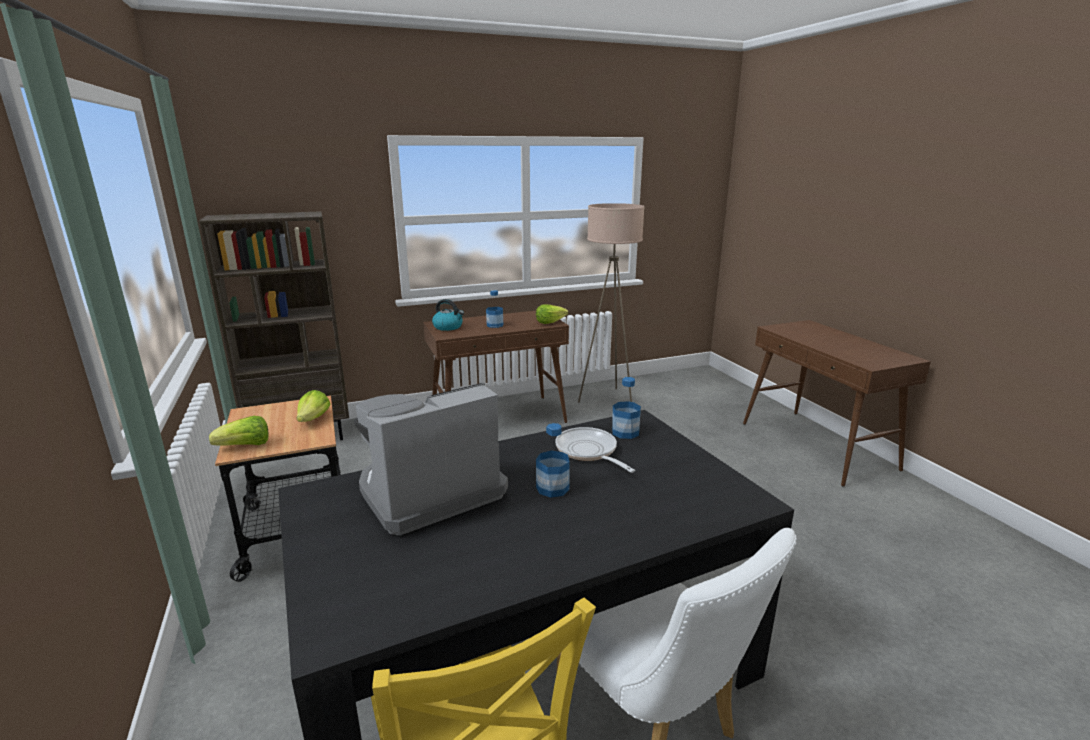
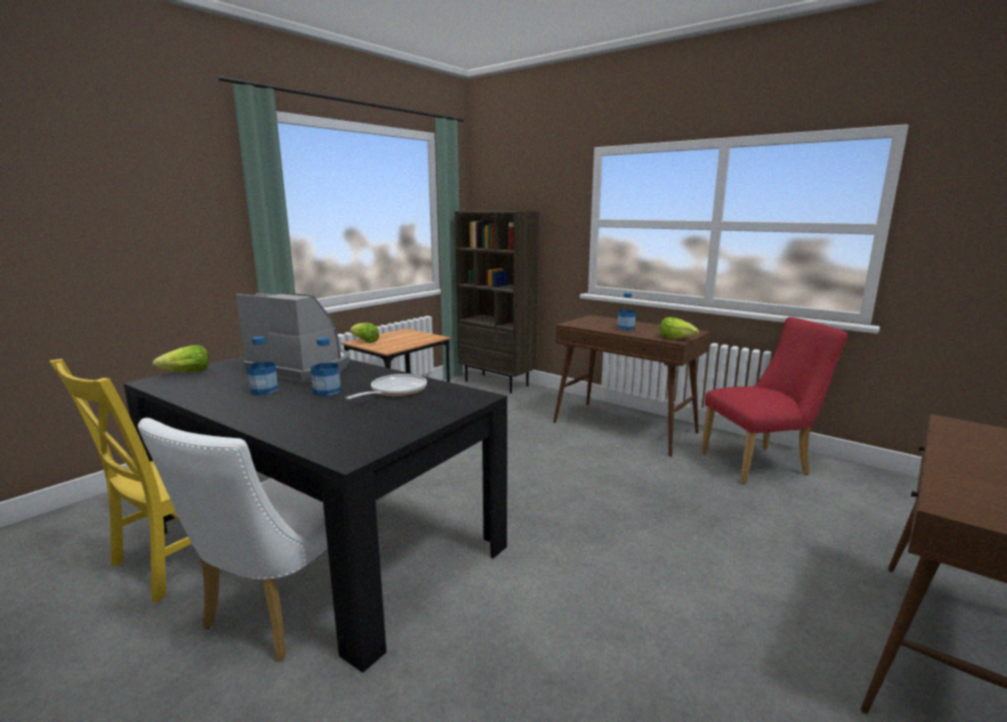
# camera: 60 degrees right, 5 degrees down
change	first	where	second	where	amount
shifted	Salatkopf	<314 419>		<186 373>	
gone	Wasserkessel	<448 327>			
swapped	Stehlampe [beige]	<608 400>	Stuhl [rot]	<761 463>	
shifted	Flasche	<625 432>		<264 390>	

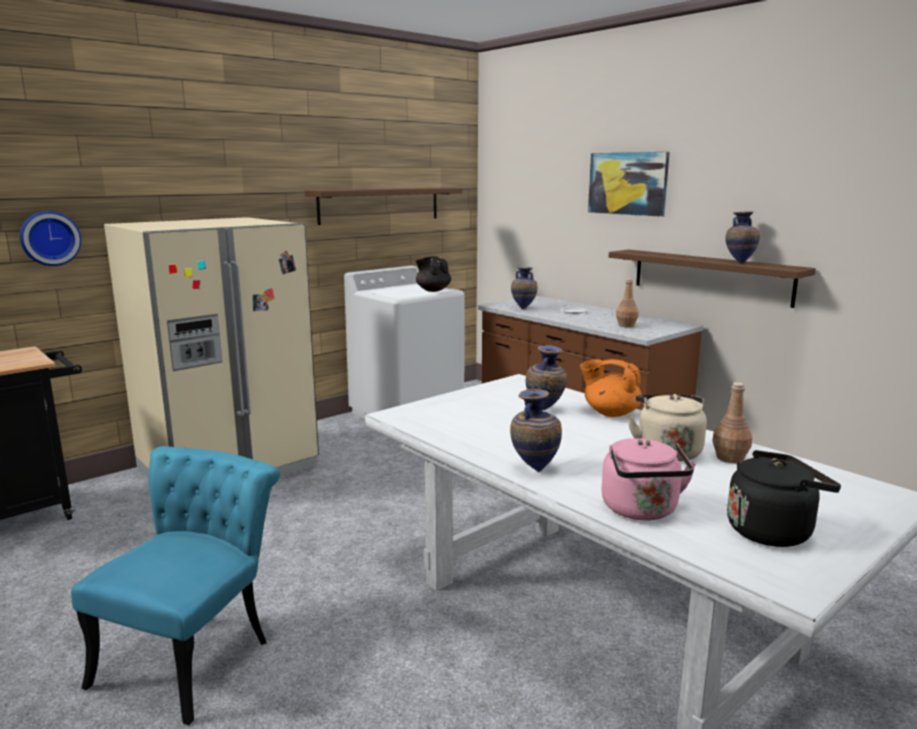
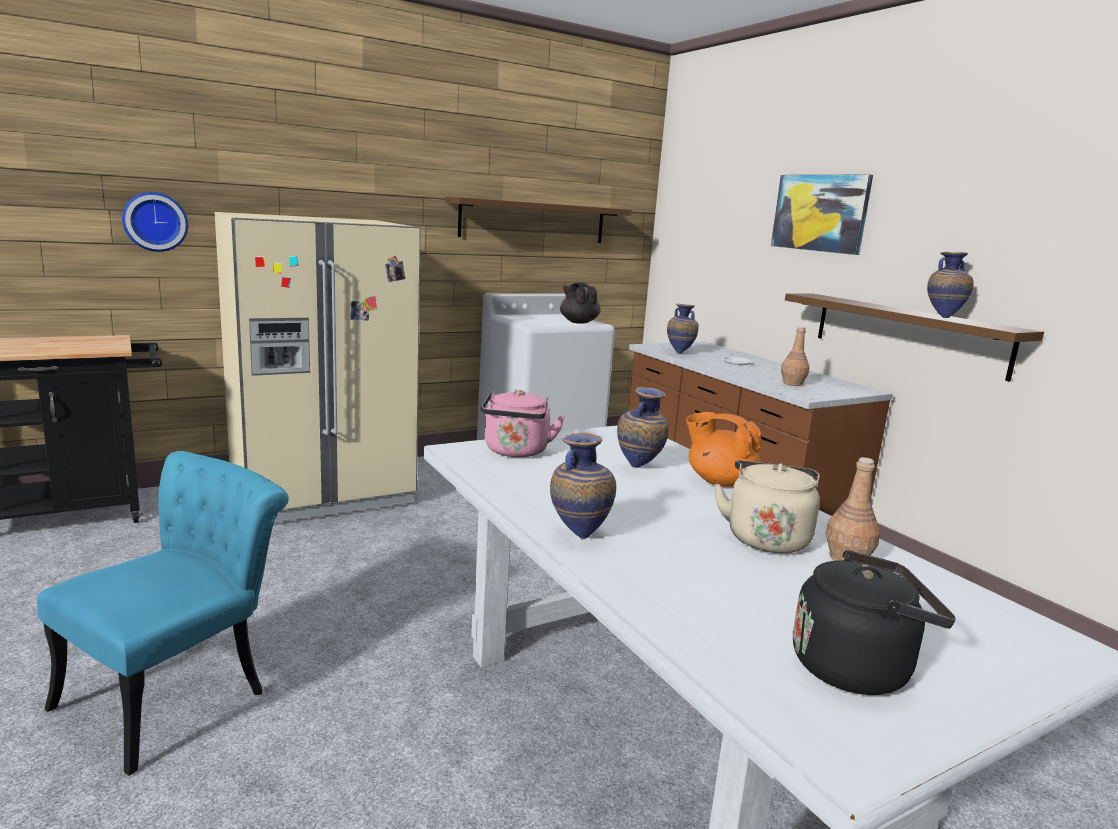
# camera: 10 degrees right, 0 degrees up
change	first	where	second	where	amount
shifted	Wasserkessel [rosa]	<642 511>		<516 452>	

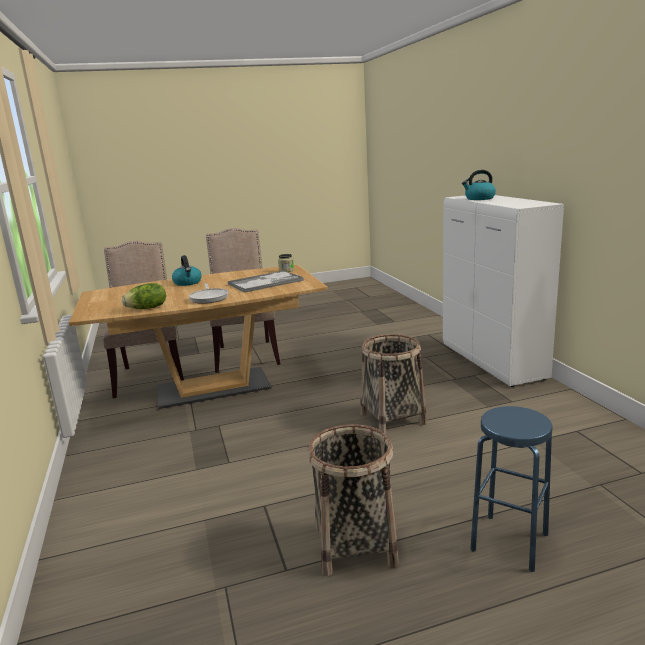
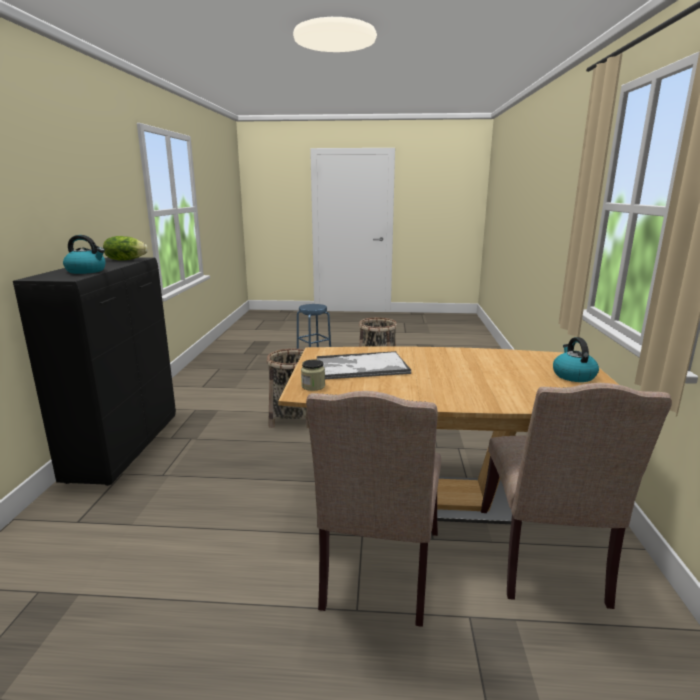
# camera: 160 degrees left, 0 degrees up
change	first	where	second	where	amount
shifted	Salatkopf	<147 308>		<125 260>	
shifted	Wasserkessel	<188 283>		<573 375>	
gone	Pfanne	<209 298>			
repainted	Schrank [weiß]	<493 362>	Schrank [schwarz]	<124 447>	

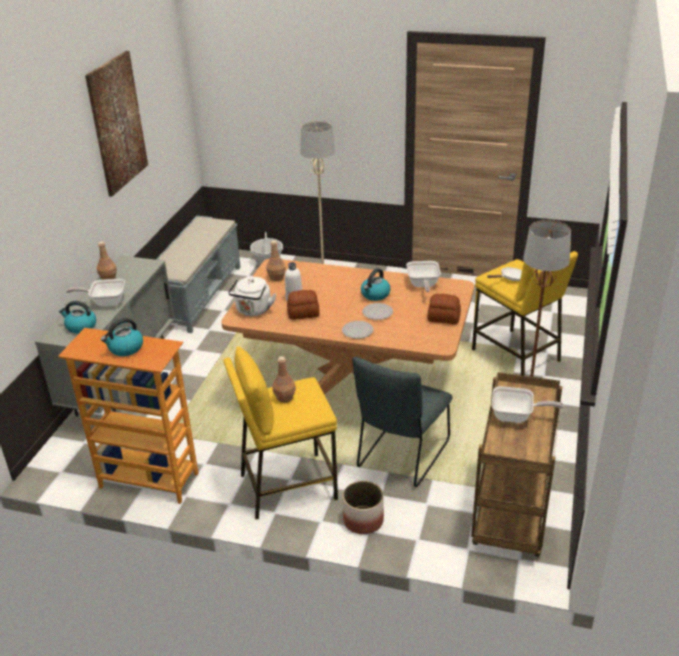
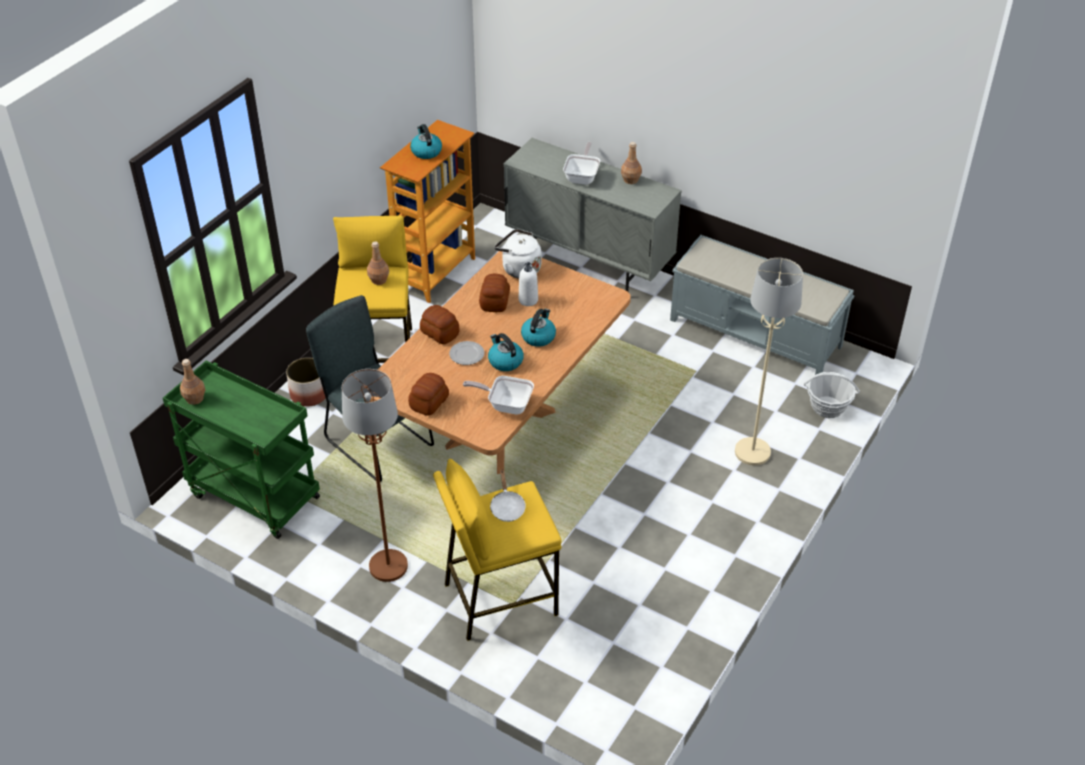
# camera: 105 degrees right, 10 degrees up
change	first	where	second	where	amount
shifted	Wasserkessel	<80 326>		<538 336>	
gone	Bild	<117 123>			
shifted	Flasche [braun]	<276 277>		<195 398>	
swapped	Teller	<357 331>	Brot	<440 332>	
repainted	Rollwagen [braun]	<511 515>	Rollwagen [grün]	<252 496>	
gone	Pfanne	<516 416>			

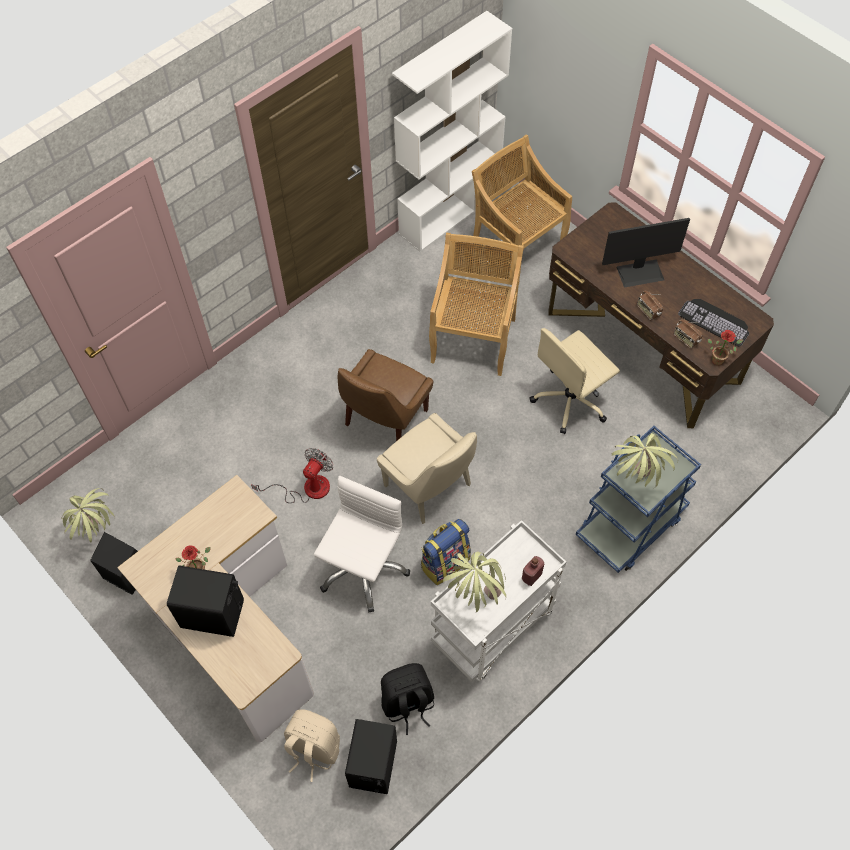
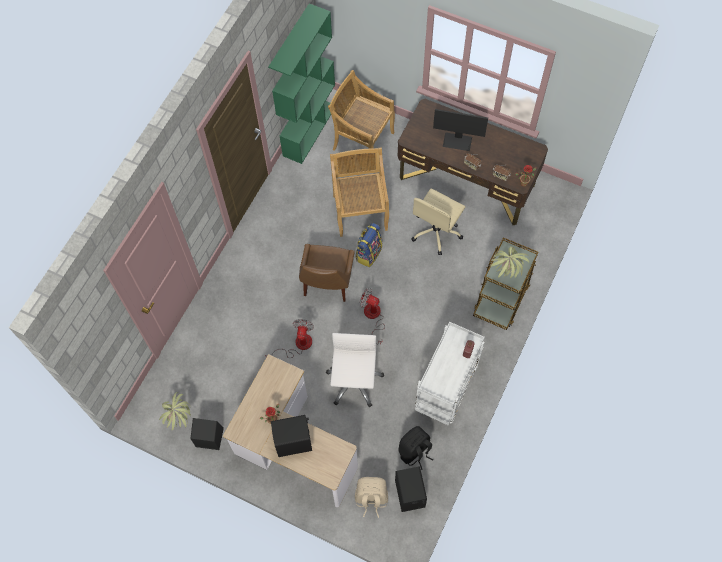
# camera: 20 degrees left, 5 degrees up
change	first	where	second	where	amount
swapped	Stuhl [beige]	<430 487>	Ventilator	<373 317>	
repainted	Bücherregal [weiß]	<449 213>	Bücherregal [grün]	<309 130>	
shifted	Rucksack	<445 562>		<368 253>	
gone	Topfpflanze	<475 601>			
repainted	Rollwagen [blau]	<630 525>	Rollwagen [braun]	<501 298>	
rotated	Monitor	<640 272>		<457 141>	45 degrees clockwise
gone	Tastatur	<716 321>			

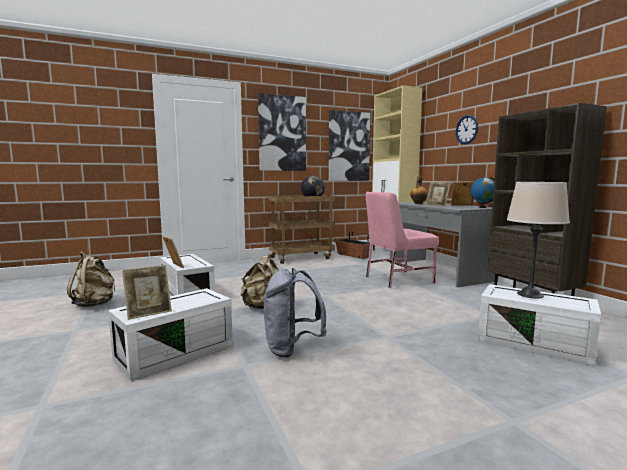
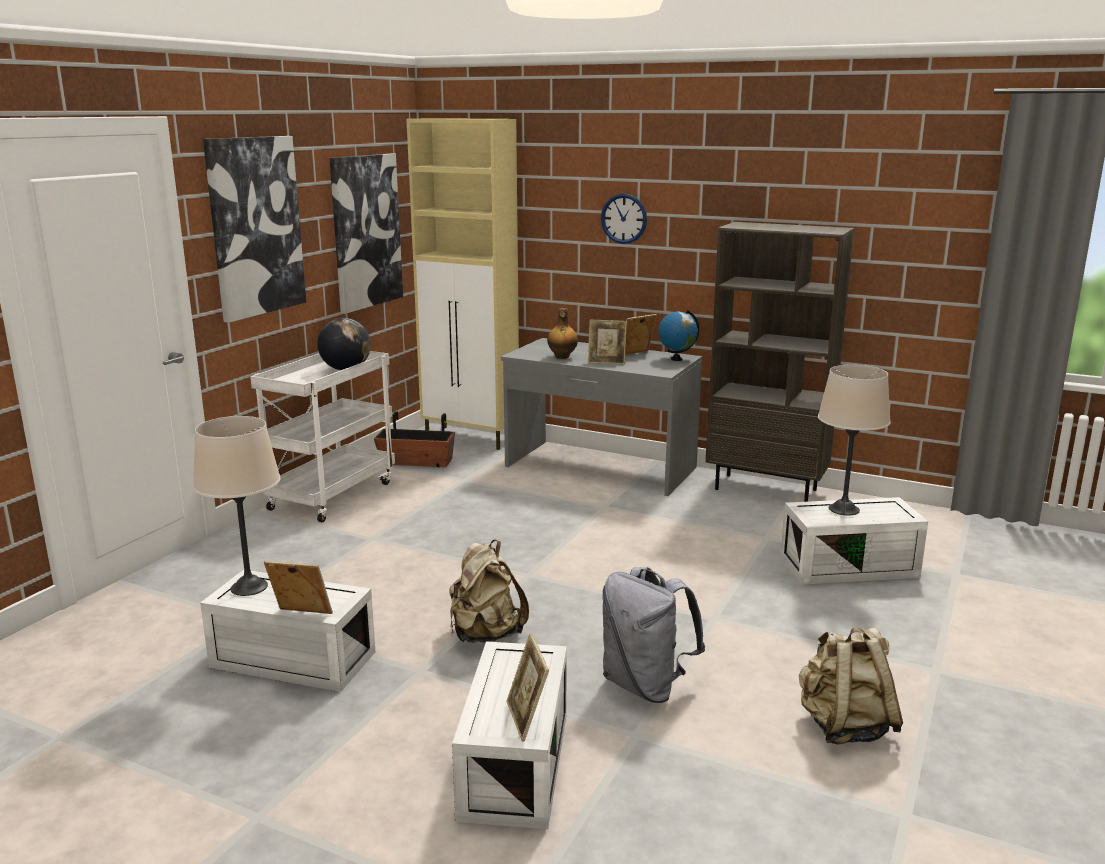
# camera: 40 degrees left, 10 degrees up
change	first	where	second	where	amount
shifted	Rucksack [beige]	<95 304>		<844 727>	
rotated	Bilderrahmen	<149 313>		<527 719>	150 degrees clockwise
repainted	Rollwagen [braun]	<301 258>	Rollwagen [weiß]	<332 494>	
gone	Stuhl [rosa]	<397 279>			
new			Tischlampe [beige]	<249 587>	

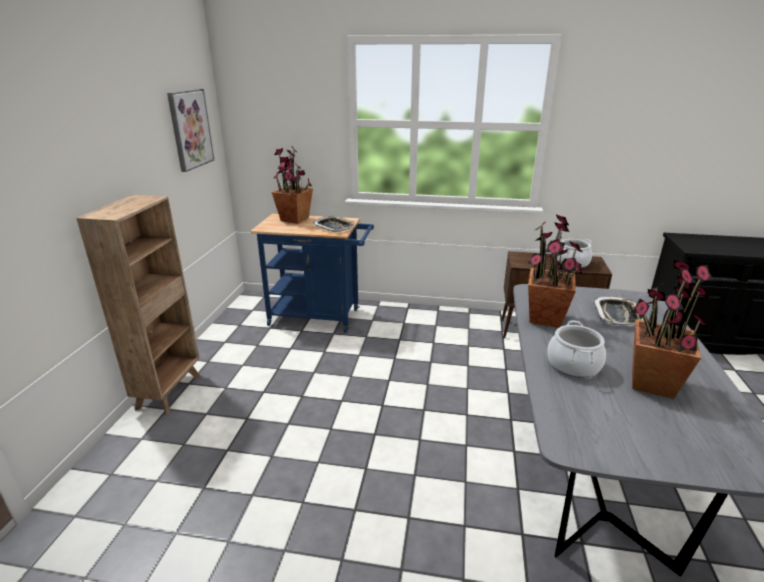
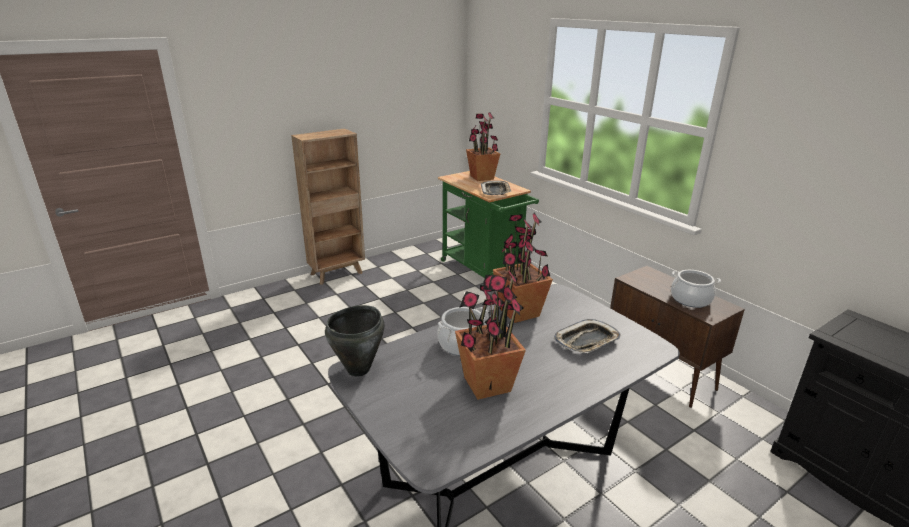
# camera: 45 degrees right, 0 degrees up
change	first	where	second	where	amount
gone	Bild	<190 129>			
repainted	Rollwagen [blau]	<320 317>	Rollwagen [grün]	<483 271>	
new			Kochtopf [schwarz]	<359 369>	

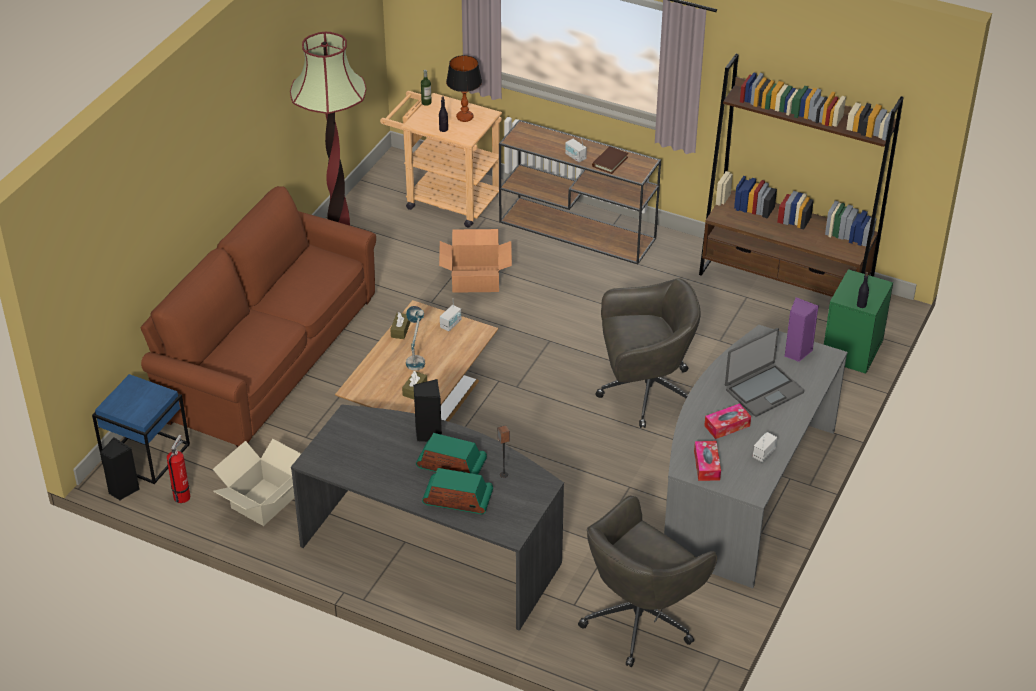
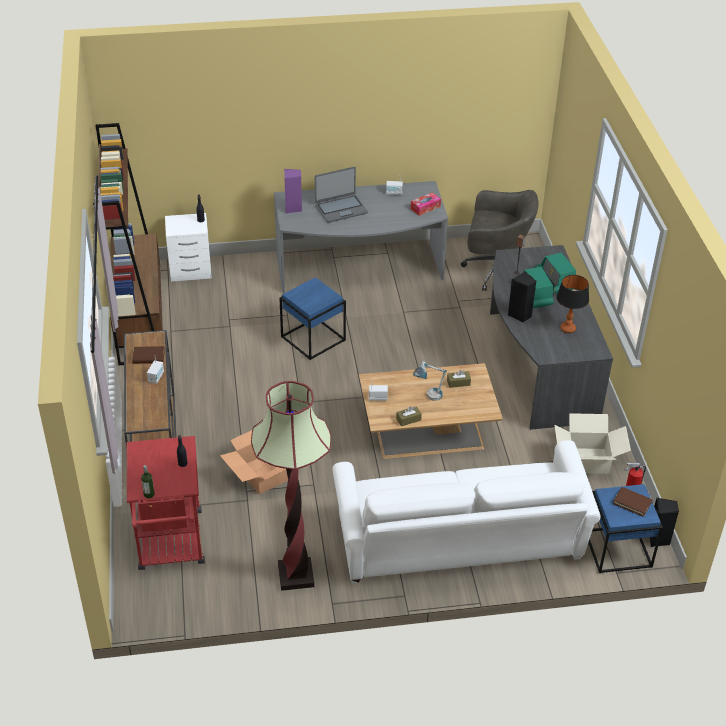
# camera: 125 degrees left, 0 degrees up
change	first	where	second	where	amount
repainted	Sofa [braun]	<266 357>	Sofa [weiß]	<460 544>	
repainted	Rollwagen [beige]	<445 199>	Rollwagen [rot]	<171 546>	
shifted	Tischlampe	<464 117>		<567 329>	
swapped	Bürostuhl [grau]	<644 393>	Beistelltisch [blau]	<313 338>	
gone	Taschentuchbox	<727 426>			
rotated	Laptop	<763 390>		<341 209>	135 degrees clockwise
repainted	Nachttisch [grün]	<851 350>	Nachttisch [weiß]	<191 270>	
new			Buch [braun]	<632 503>	

